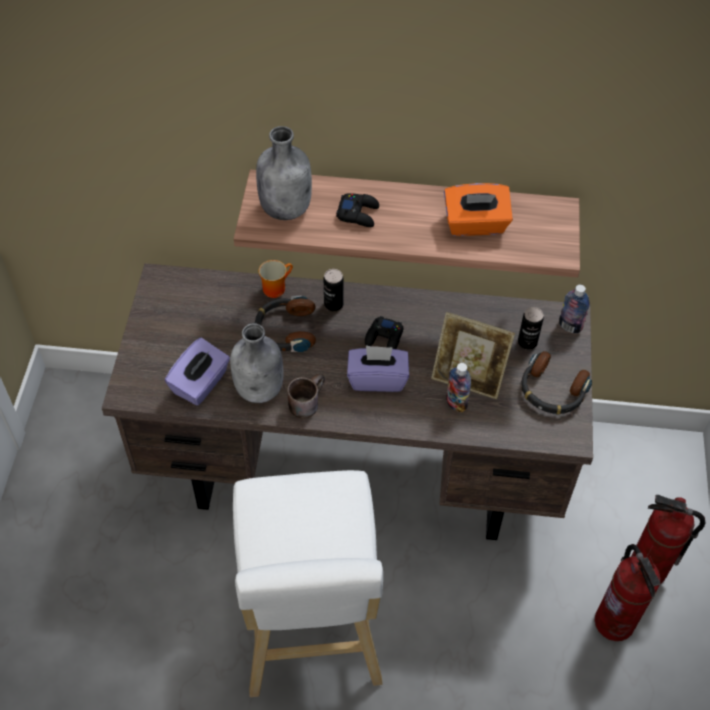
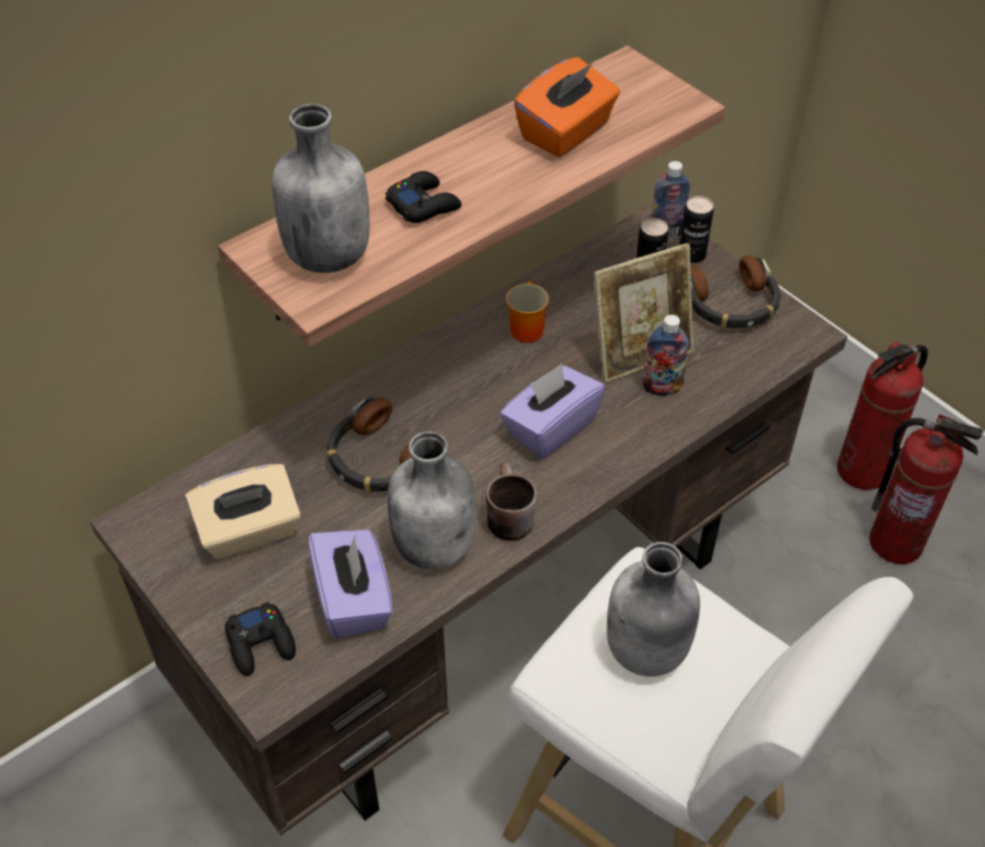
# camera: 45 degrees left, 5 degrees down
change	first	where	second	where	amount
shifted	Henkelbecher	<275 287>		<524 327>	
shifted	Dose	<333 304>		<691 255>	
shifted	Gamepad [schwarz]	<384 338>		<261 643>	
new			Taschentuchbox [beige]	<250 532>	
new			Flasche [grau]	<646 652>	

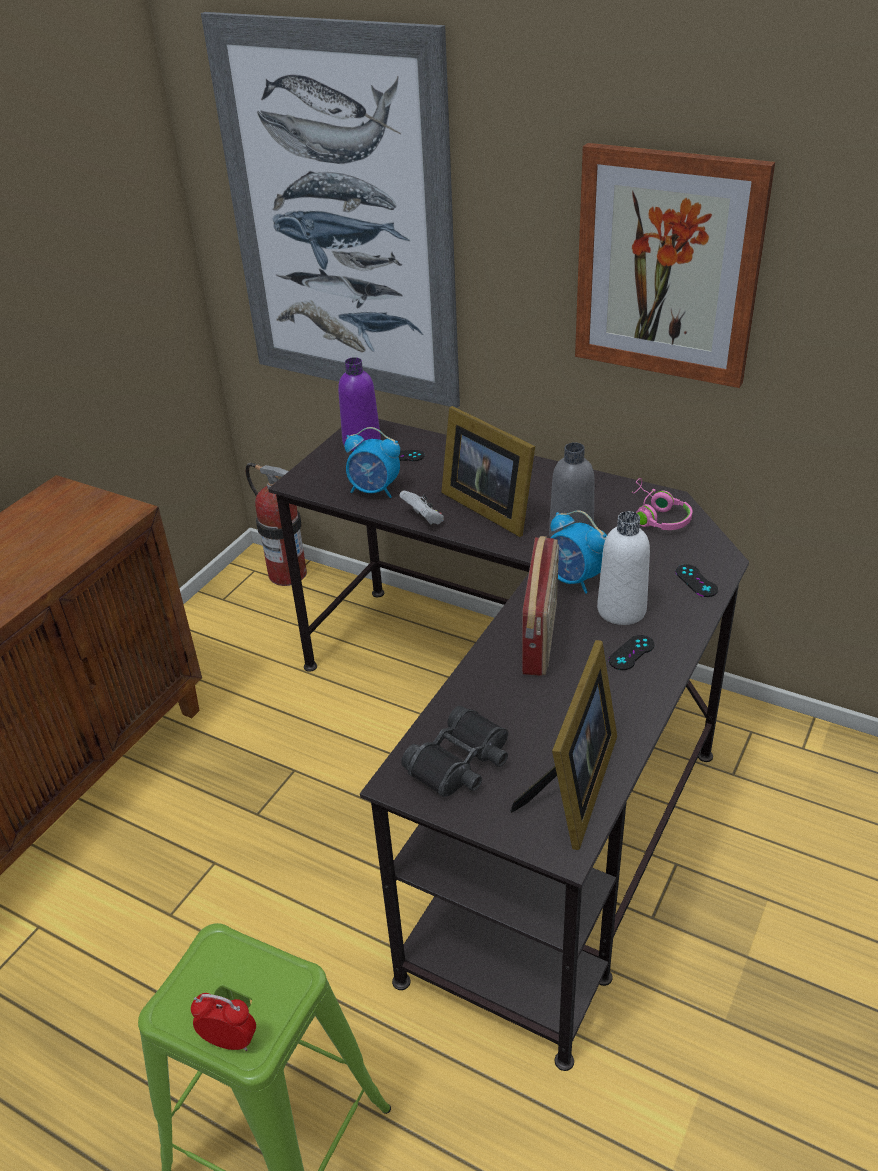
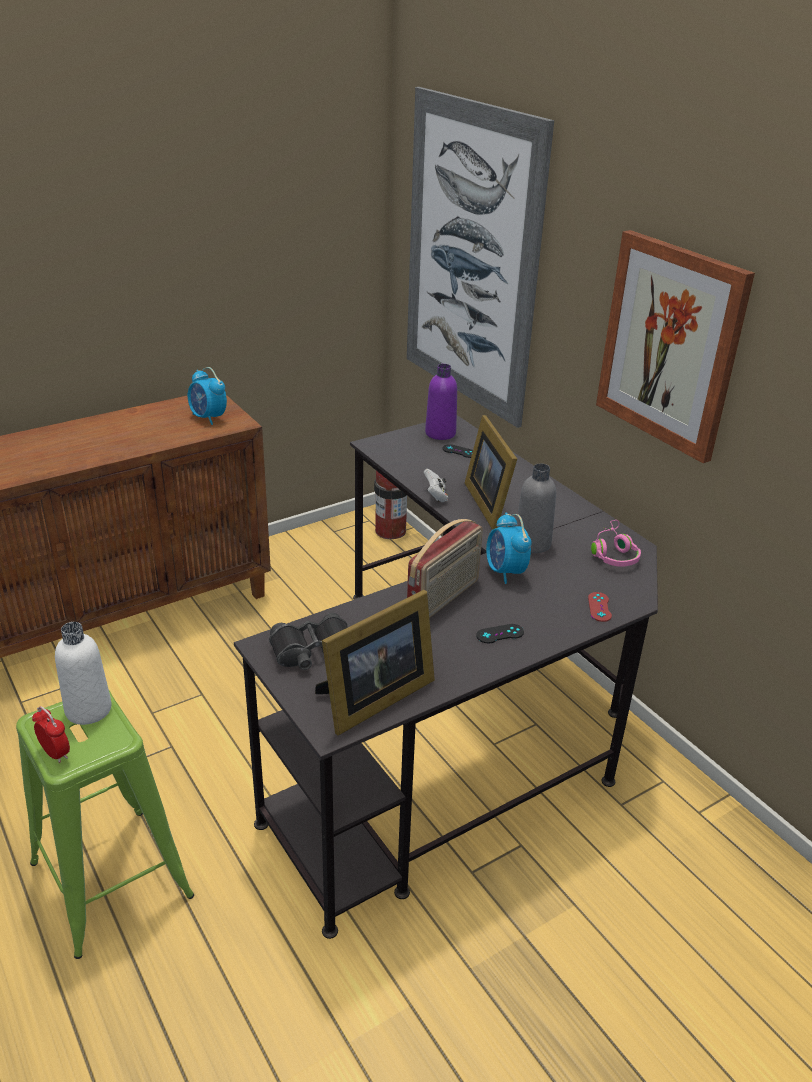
# camera: 25 degrees right, 5 degrees down
change	first	where	second	where	amount
shifted	Wecker	<374 491>		<208 418>	
shifted	Flasche [weiß]	<621 610>		<88 709>	
repainted	Gamepad [schwarz]	<696 581>	Gamepad [rot]	<599 607>	

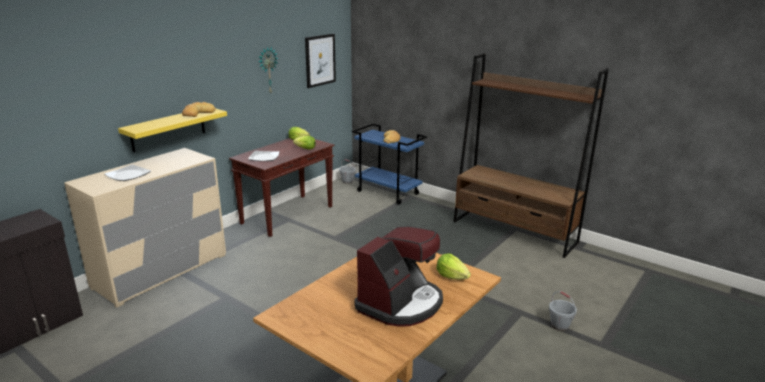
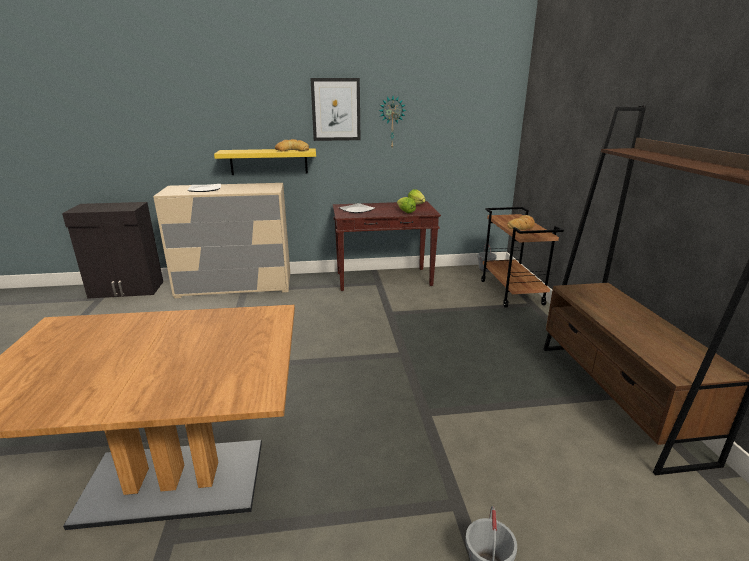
# camera: 45 degrees right, 0 degrees up
change	first	where	second	where	amount
shifted	Bild	<320 60>		<336 109>	
repainted	Rollwagen [blau]	<388 192>	Rollwagen [braun]	<512 292>	
gone	Kaffeemaschine	<401 303>			
gone	Salatkopf	<451 276>			

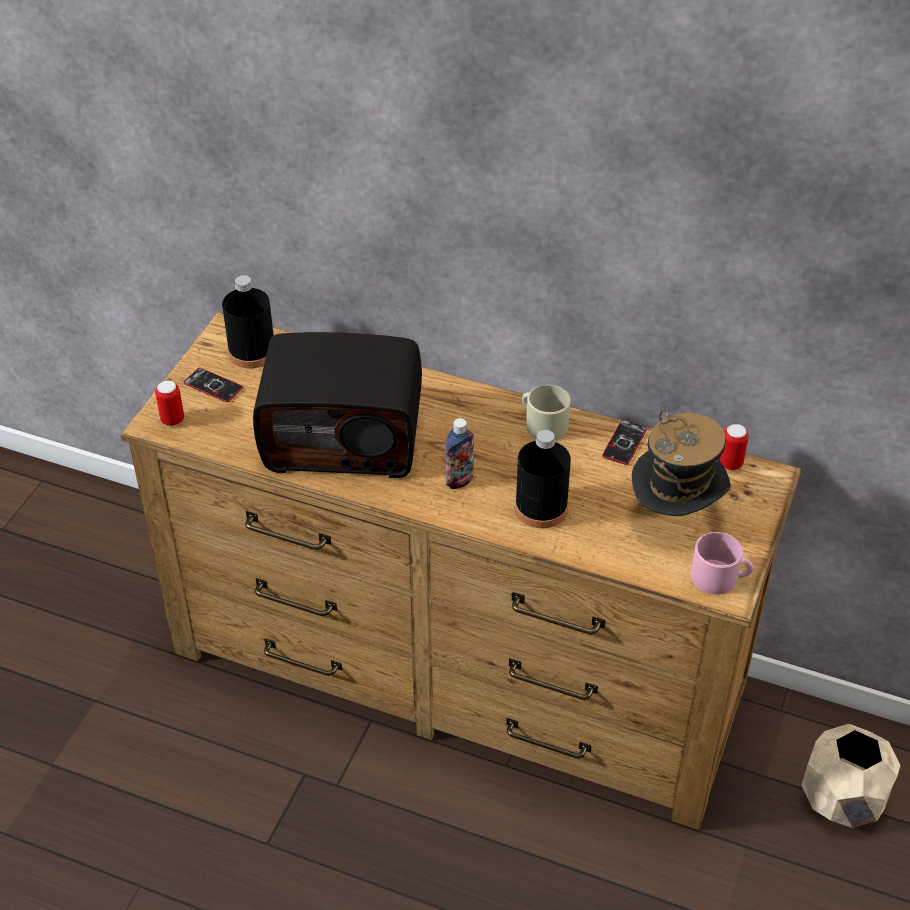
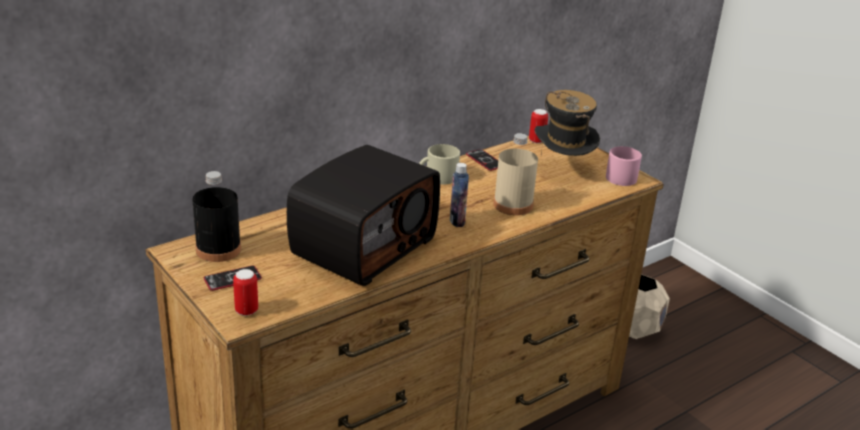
# camera: 60 degrees left, 15 degrees down
change	first	where	second	where	amount
repainted	Flasche [schwarz]	<541 508>	Flasche [beige]	<513 205>	

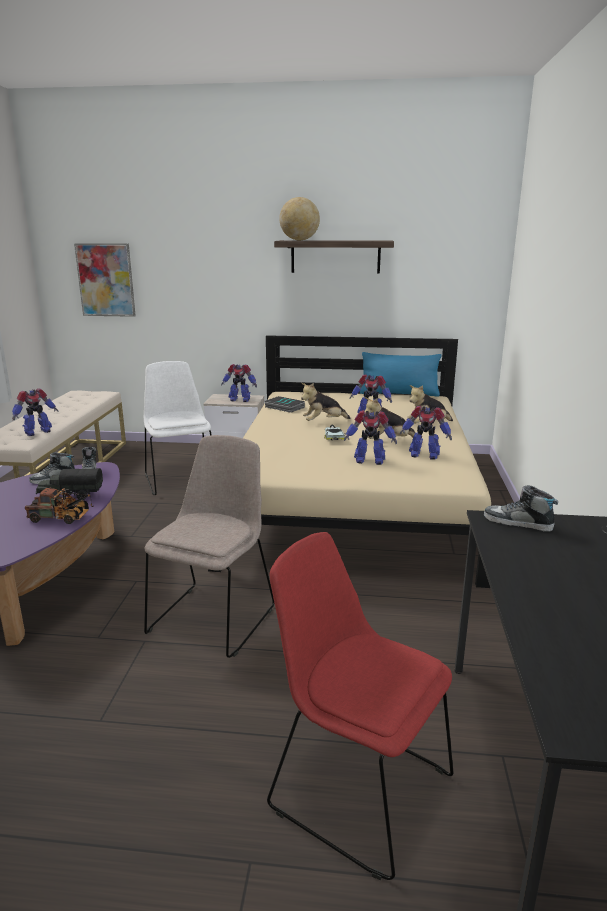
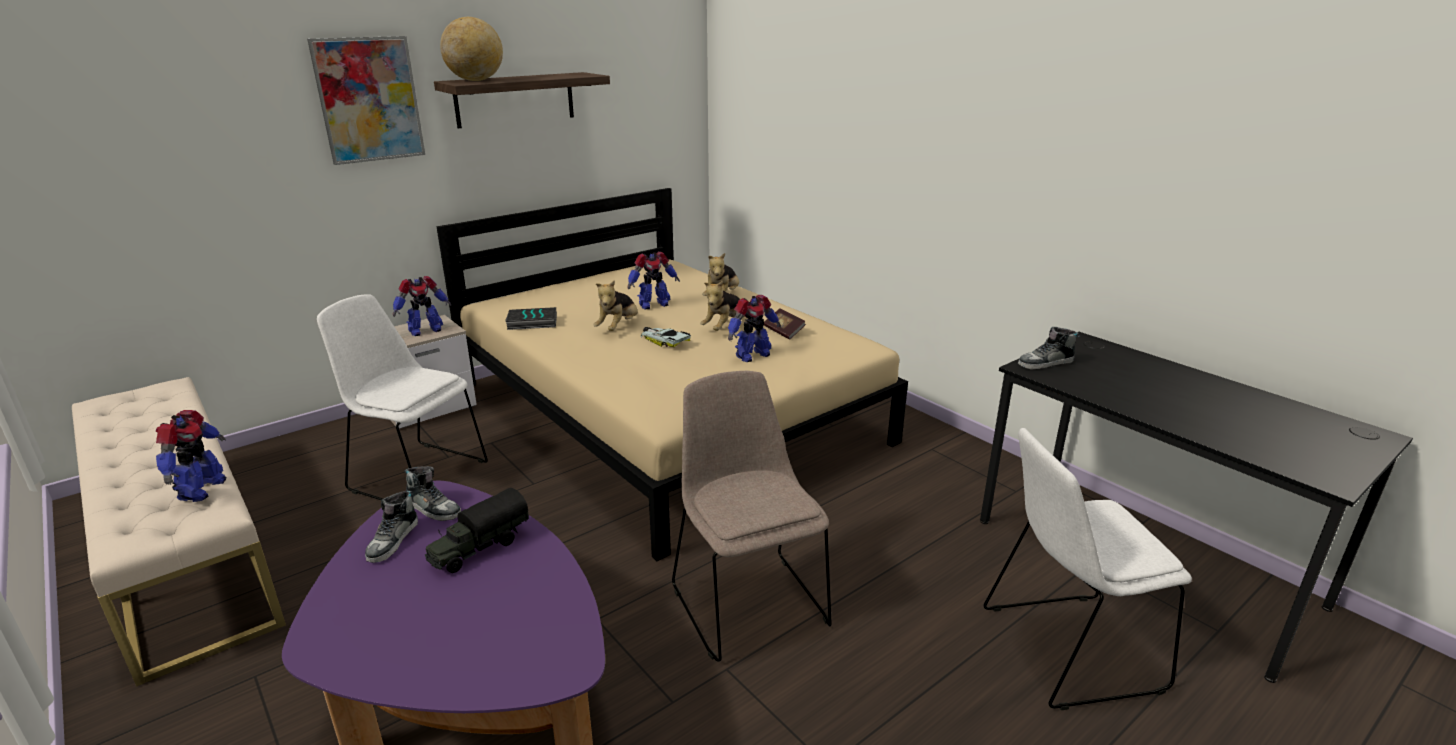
# camera: 45 degrees left, 5 degrees up
change	first	where	second	where	amount
gone	Spielzeuglaster	<62 518>			
shifted	Bild	<106 280>		<369 100>	
repainted	Stuhl [rot]	<356 786>	Stuhl [weiß]	<1065 649>	
gone	Kissen [blau]	<399 394>			
swapped	Spielzeugroboter	<424 455>	Buch	<784 331>	

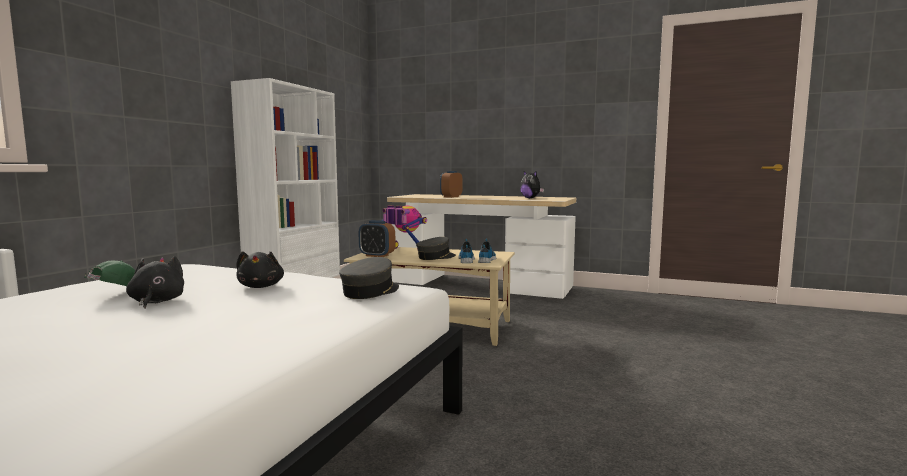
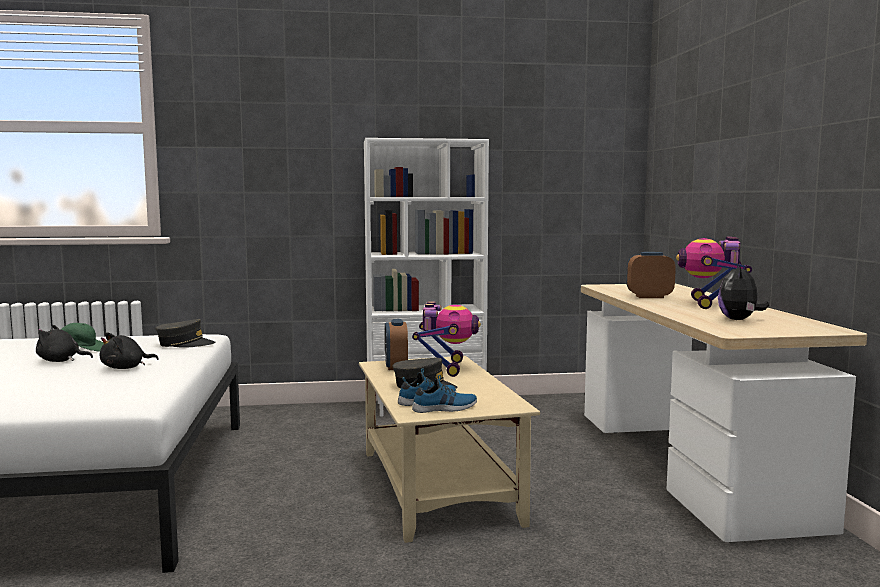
# camera: 60 degrees right, 0 degrees up
change	first	where	second	where	amount
rotated	Plüschtier [schwarz]	<156 302>		<61 361>	135 degrees counterclockwise
shifted	Kappe [grau]	<370 291>		<185 344>	
new			Spielzeugroboter	<710 304>	

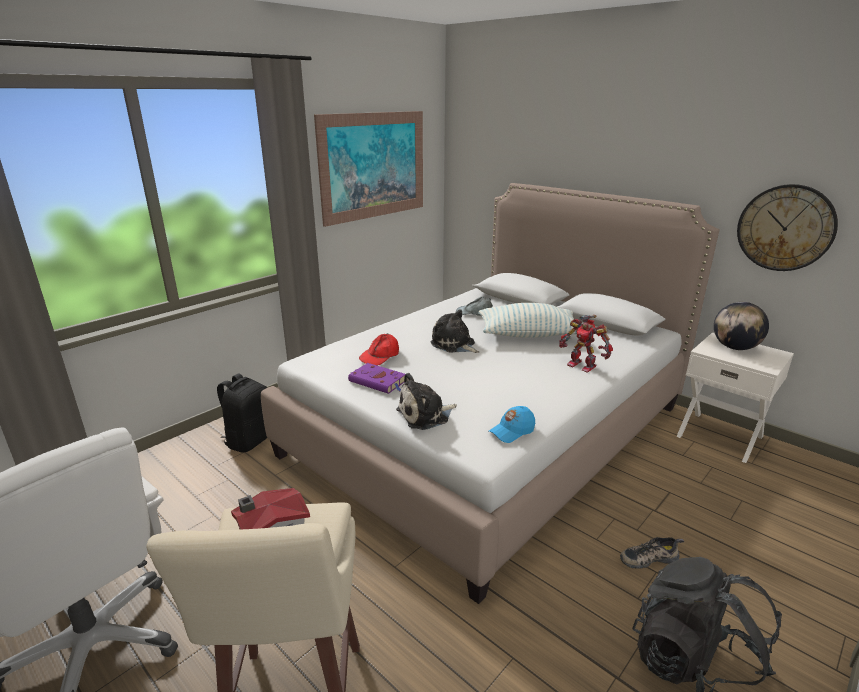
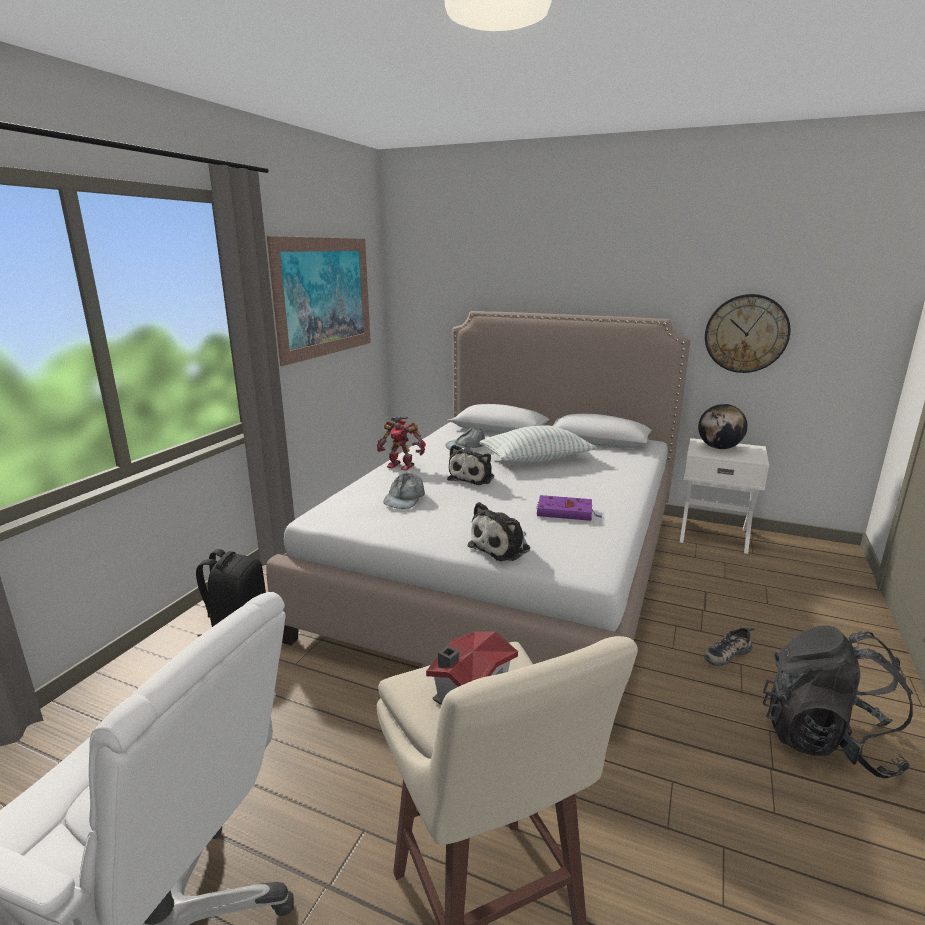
# camera: 20 degrees left, 5 degrees down
change	first	where	second	where	amount
shifted	Buch [lila]	<379 382>		<566 512>	
repainted	Kappe [rot]	<380 356>	Kappe [grau]	<404 498>	
rotated	Plüschtier	<454 345>		<473 477>	90 degrees counterclockwise
gone	Kappe [blau]	<512 431>			
shifted	Spielzeugroboter	<582 365>		<401 465>	

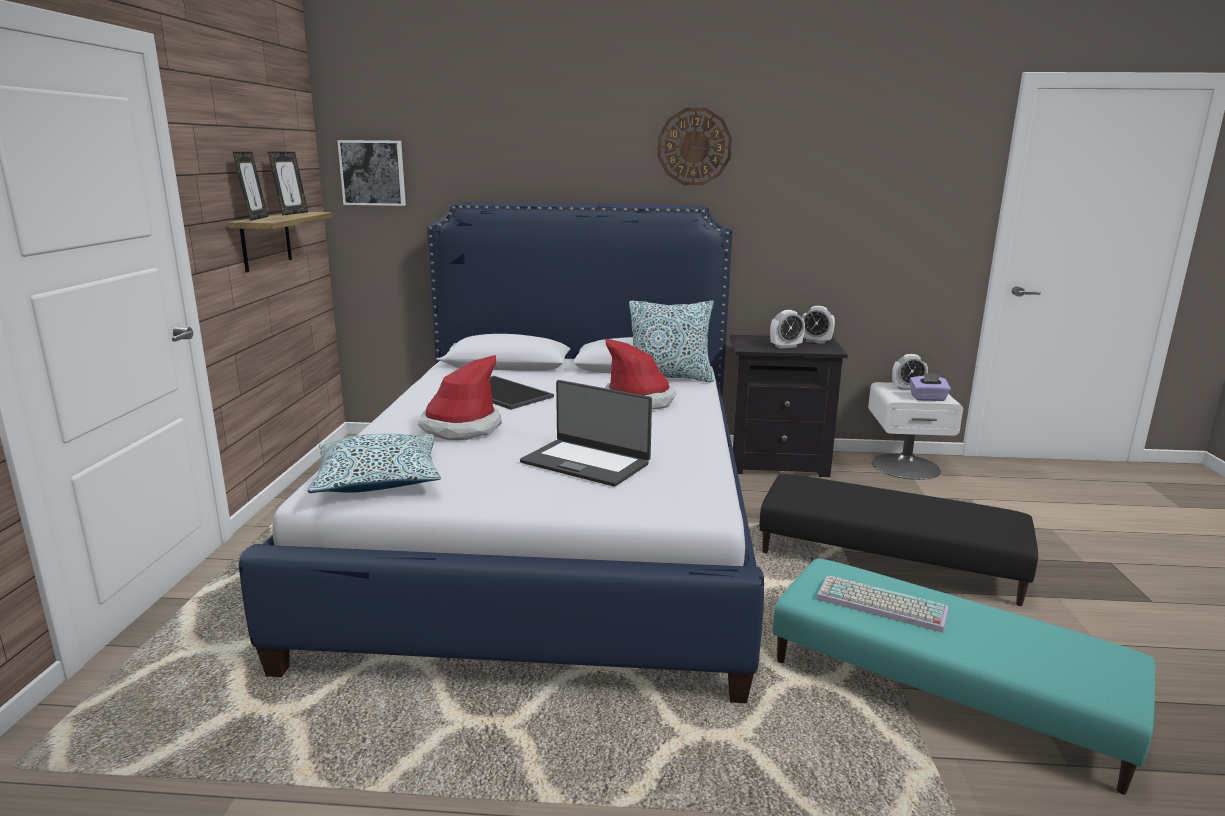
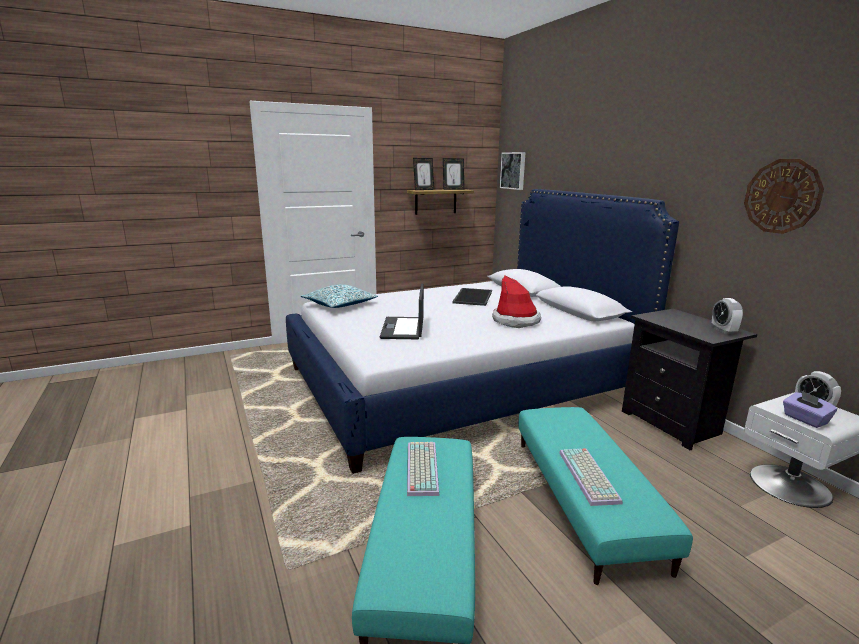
# camera: 60 degrees right, 0 degrees up
change	first	where	second	where	amount
gone	Hut	<460 427>			
gone	Kissen	<669 378>			
shifted	Wanduhr	<694 147>		<782 196>	
repainted	Polsterhocker [schwarz]	<888 559>	Polsterhocker [türkis]	<585 500>	
gone	Wecker	<786 346>			
new			Tastatur	<590 477>	

